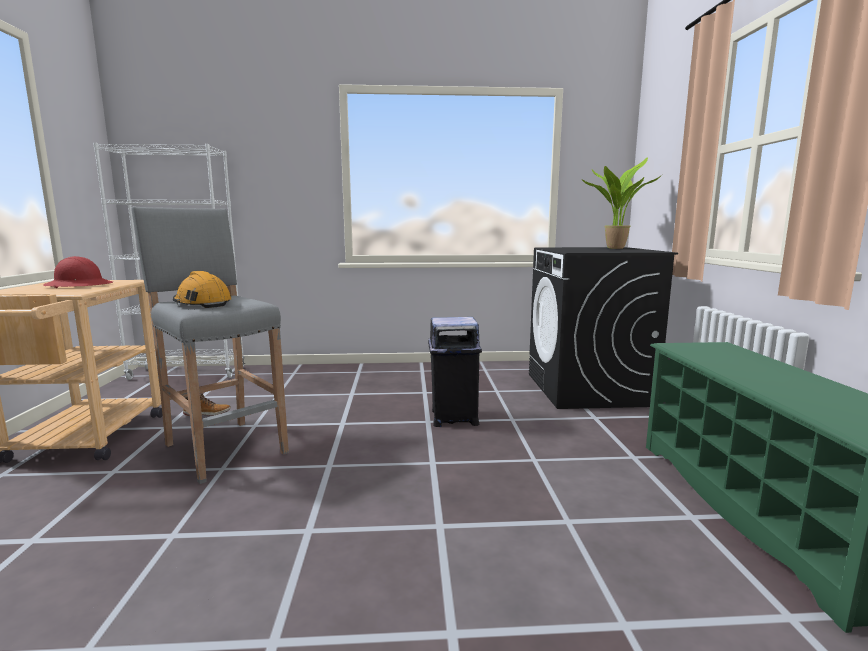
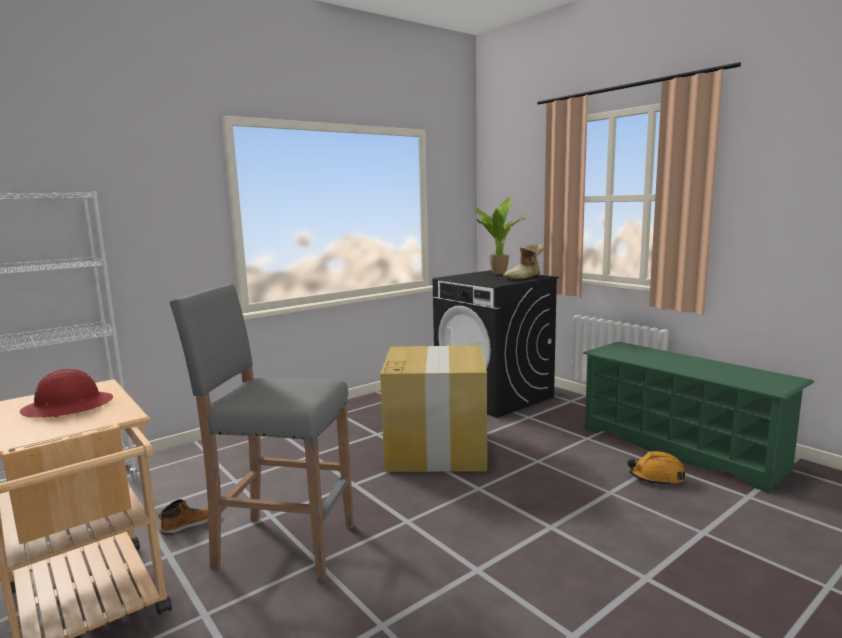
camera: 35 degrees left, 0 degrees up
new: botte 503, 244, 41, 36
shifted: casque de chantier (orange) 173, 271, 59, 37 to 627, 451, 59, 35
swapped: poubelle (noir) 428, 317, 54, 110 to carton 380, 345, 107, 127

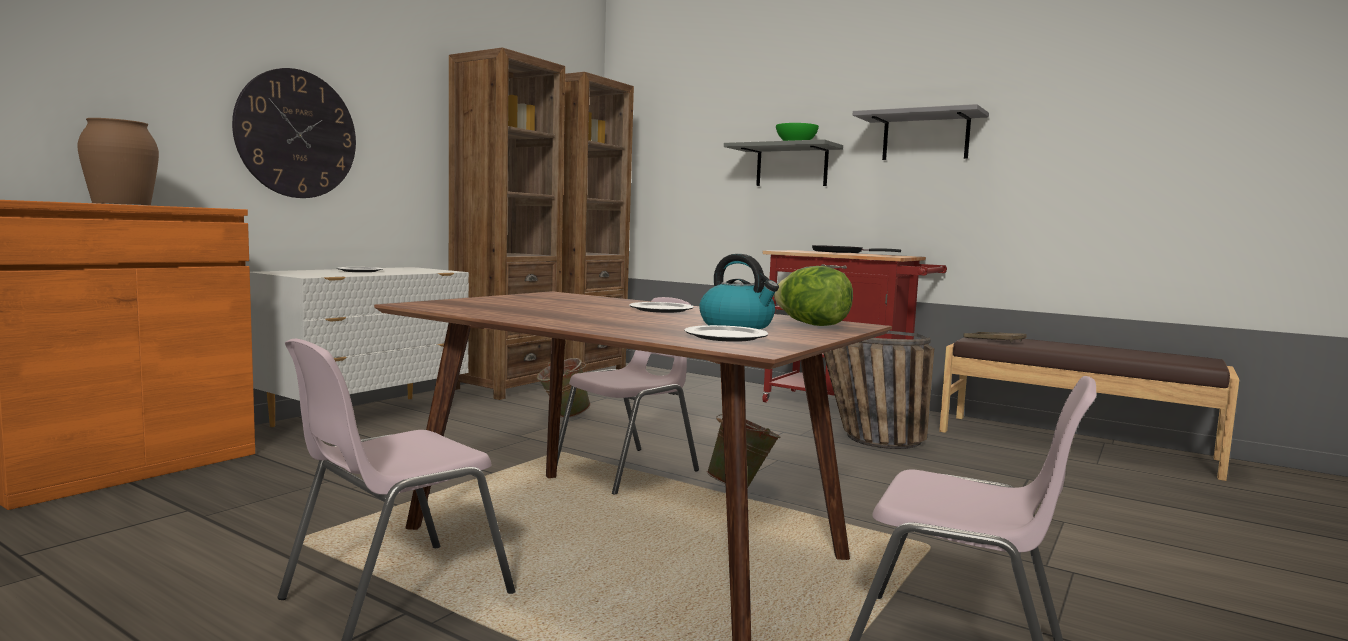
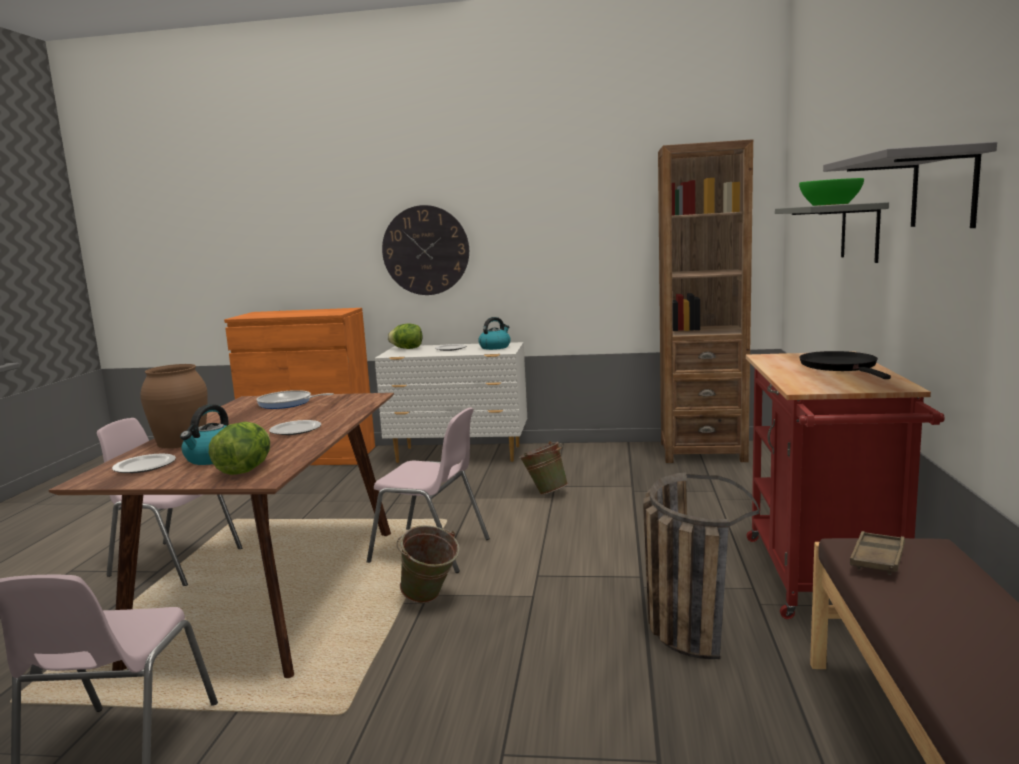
camera: 65 degrees right, 5 degrees up
gone: bibliothèque (marron) 449, 48, 116, 352
new: poêle 256, 390, 78, 19; laitue 388, 323, 34, 26; bouilloire 478, 317, 33, 33
shifted: vase (marron) 77, 118, 82, 87 to 140, 364, 68, 84

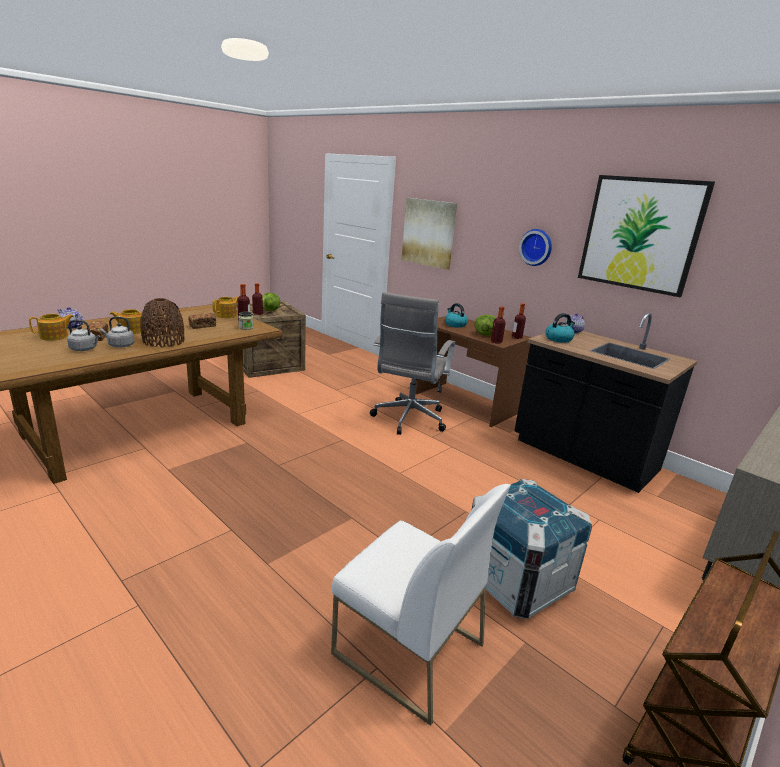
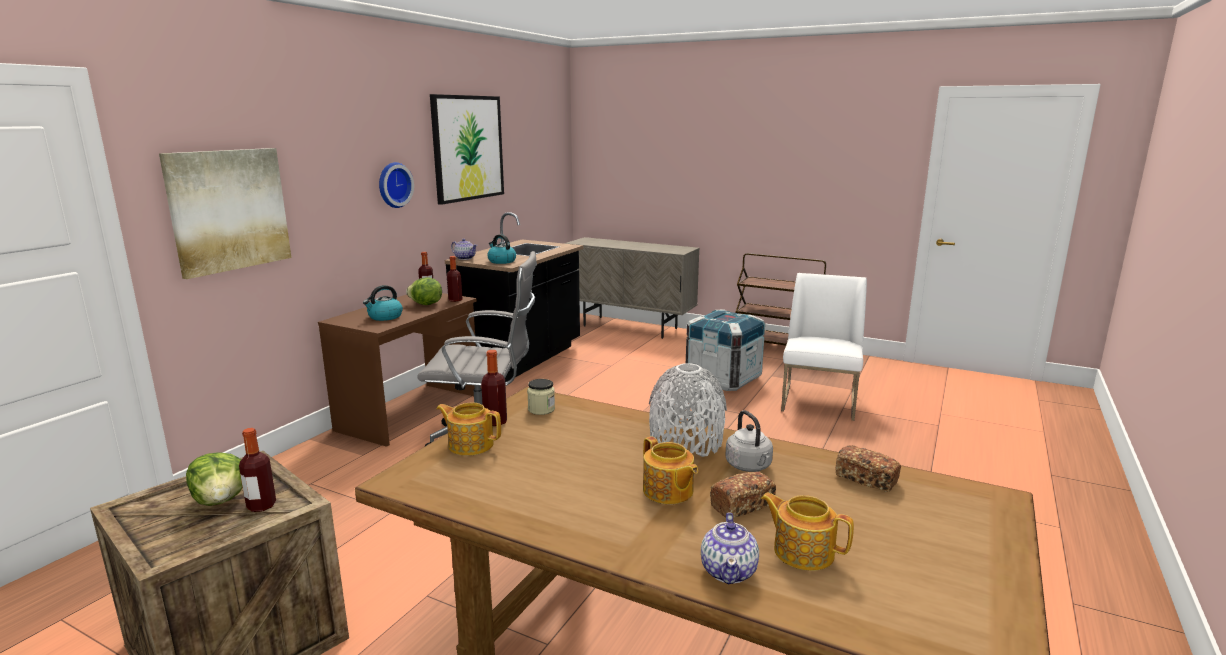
camera: 105 degrees left, 5 degrees down
gone: bouilloire (gris) 67, 320, 33, 31
shifted: pain 189, 312, 27, 17 to 835, 445, 66, 47
repainted: vase (marron) 140, 298, 45, 50 to vase (gris) 649, 363, 78, 94

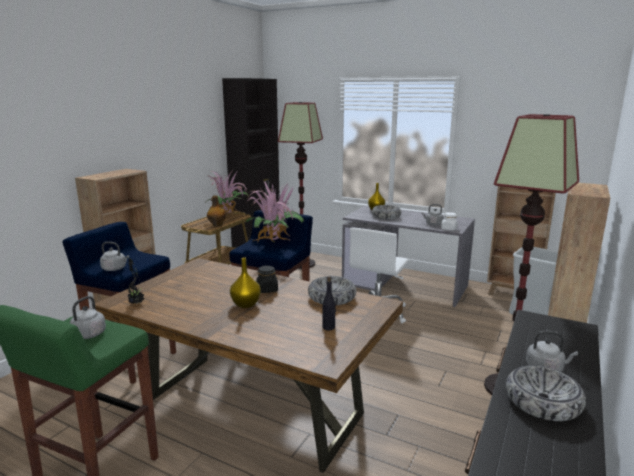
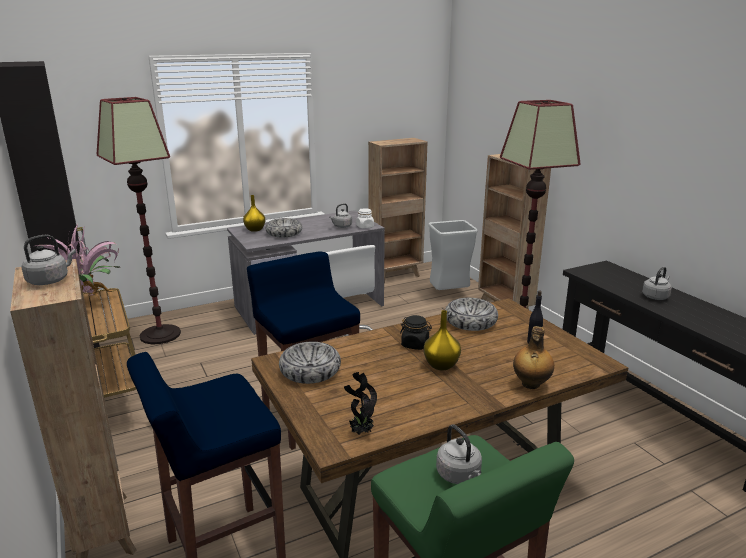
camera: 55 degrees left, 5 degrees up
gone: plante en pot 245, 181, 59, 63
shifted: bouilloire (gris) 100, 242, 29, 29 to 22, 234, 54, 51; bouteille 207, 196, 19, 31 to 513, 326, 41, 63; bol 506, 365, 80, 56 to 279, 342, 62, 42

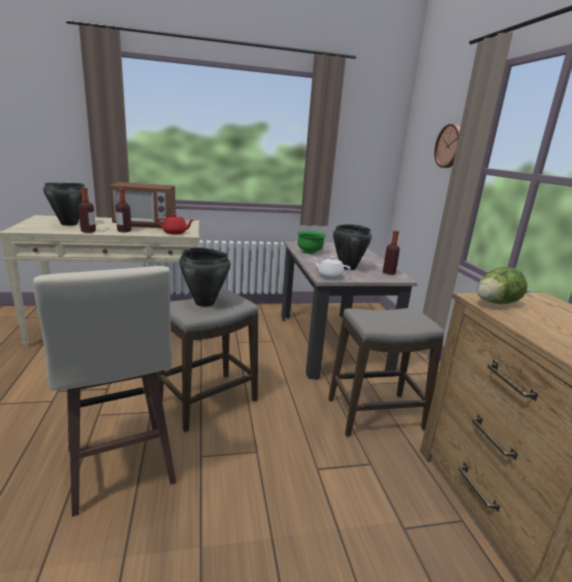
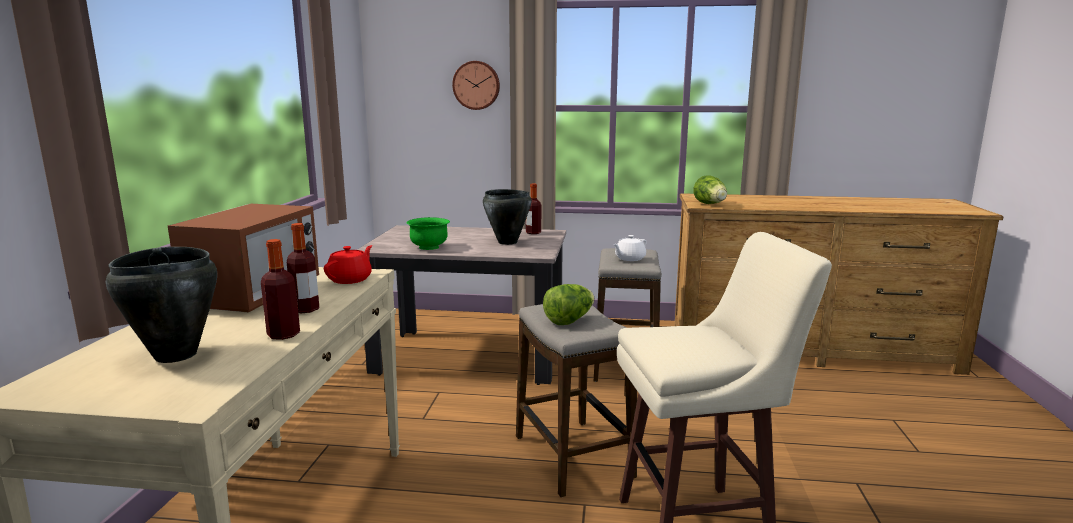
camera: 70 degrees left, 5 degrees down
shifted: théière (blanc) 313, 256, 38, 23 to 613, 235, 33, 26
swapped: marmite (noir) 179, 247, 52, 60 to laitue 543, 284, 51, 41

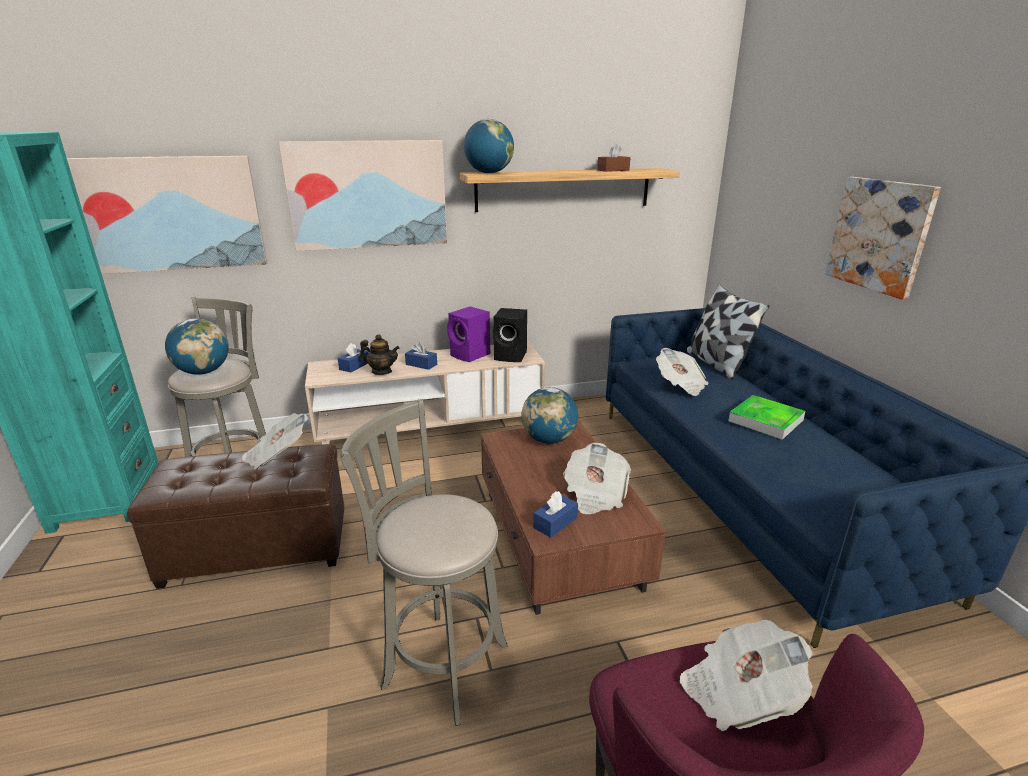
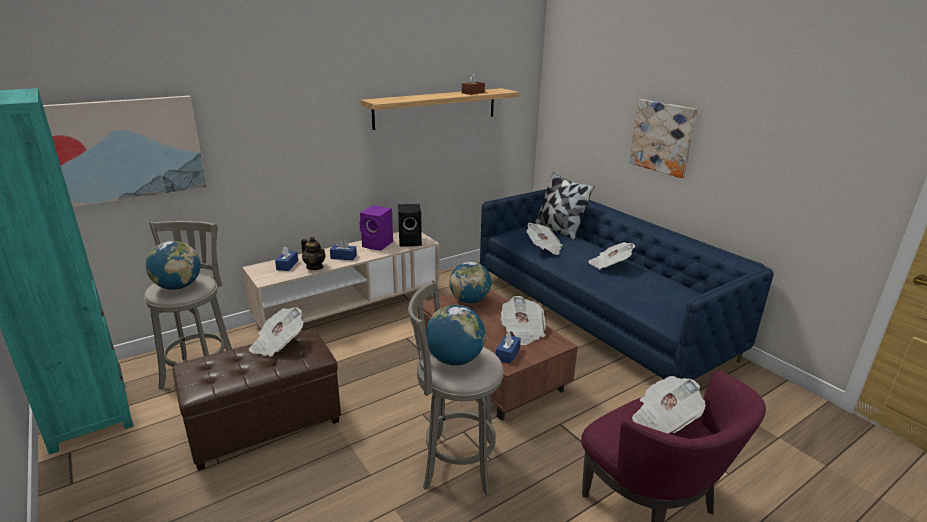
camera: 20 degrees left, 0 degrees up
gone: tableau 279, 140, 168, 111
shifted: globe 464, 119, 50, 55 to 426, 305, 60, 60
swapped: plateau 728, 395, 78, 45 to journal 588, 242, 47, 27
rotated: théière 360, 334, 39, 41 = 301, 237, 25, 33 45 degrees clockwise

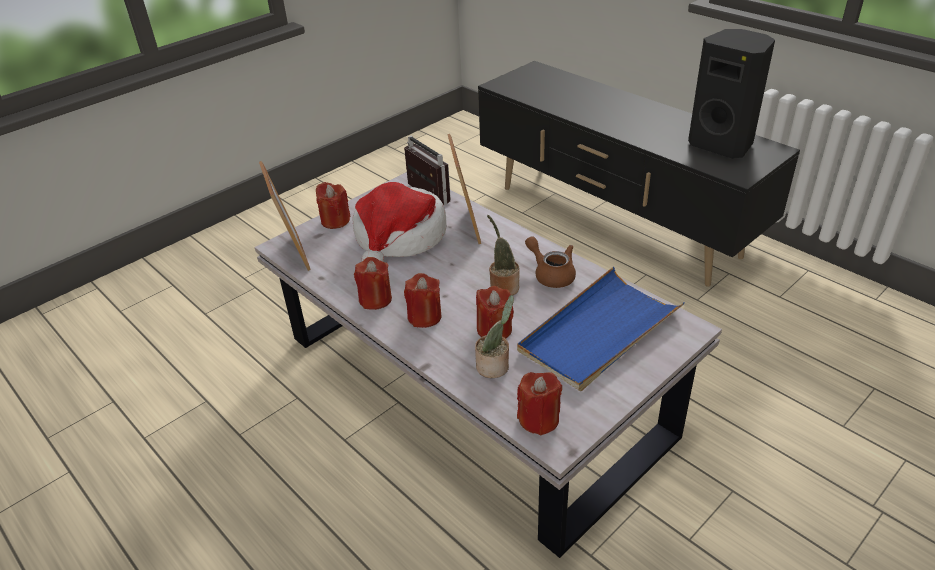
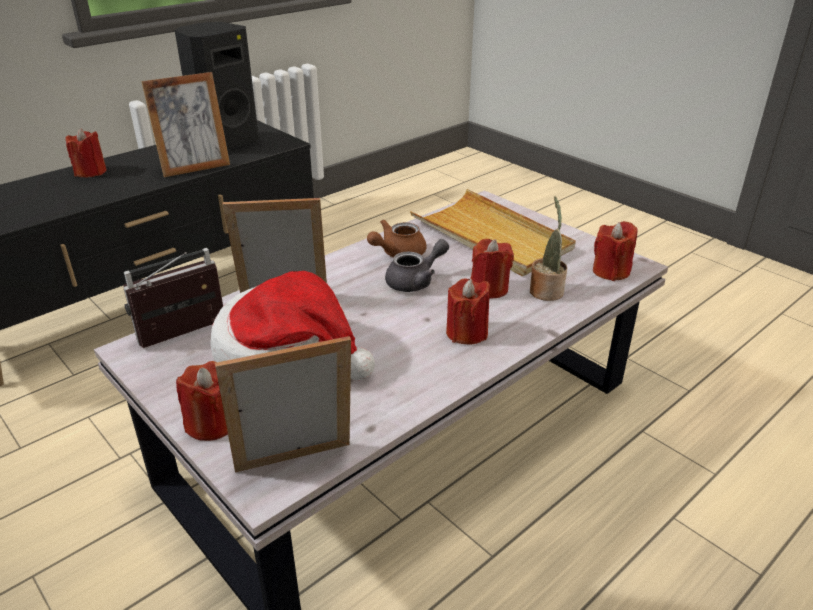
camera: 90 degrees left, 5 degrees down
new: cadre photo 141, 72, 89, 105
shifted: bougie (rouge) 354, 257, 38, 53 to 65, 128, 42, 49
swapped: plante en pot 487, 215, 33, 80 to théière (gris) 385, 239, 64, 53
repainted: plateau (bleu) 517, 267, 167, 124 to plateau (beige) 410, 189, 166, 87

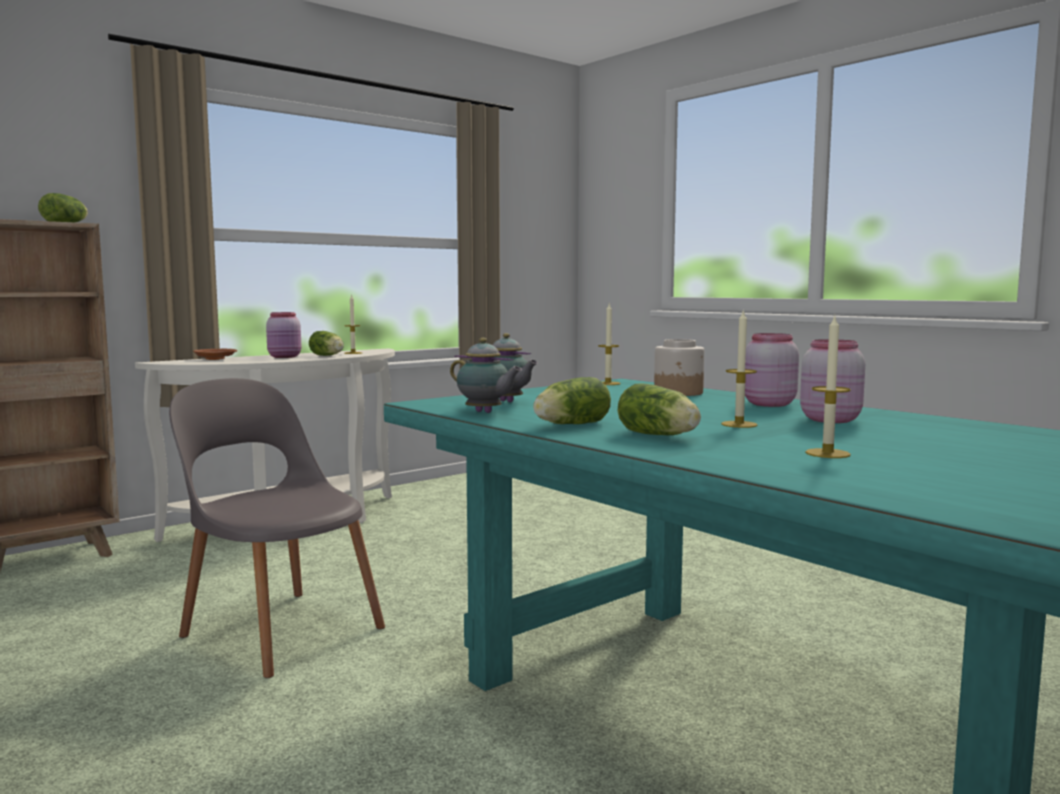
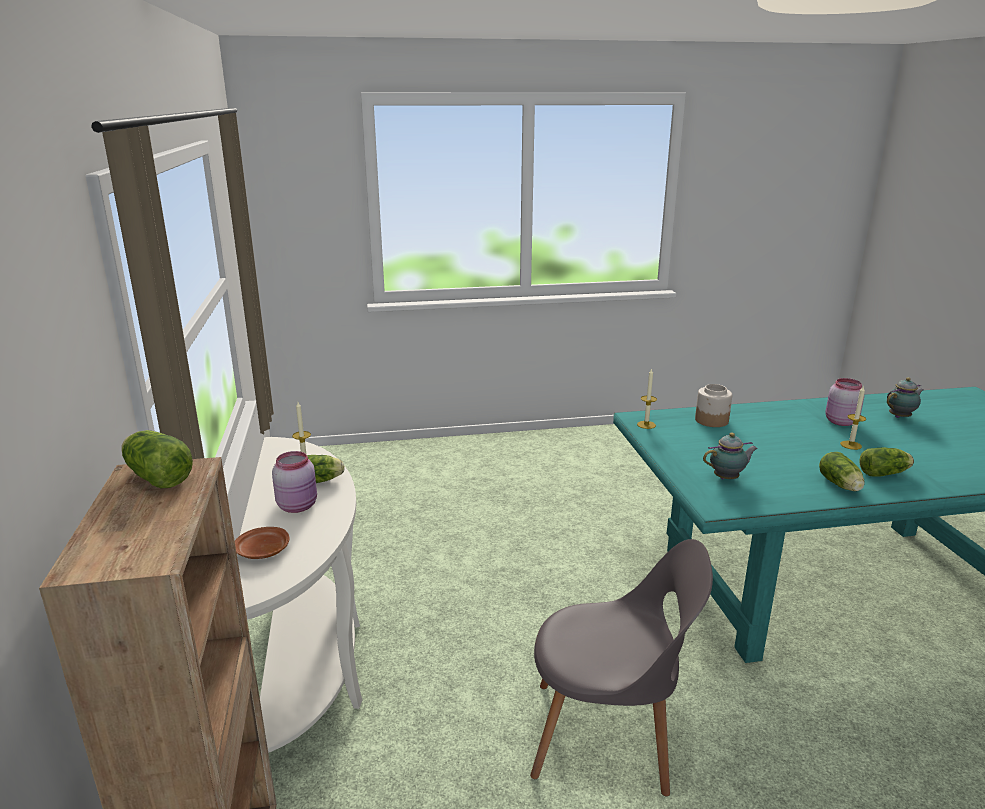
camera: 60 degrees left, 15 degrees up
gone: bocal (rose) 745, 333, 54, 74; bougie 805, 315, 46, 143
shifted: théière 450, 338, 72, 75 to 887, 377, 37, 41
rotated: chaise (gris) 169, 378, 216, 300 = 530, 539, 183, 257 150 degrees counterclockwise

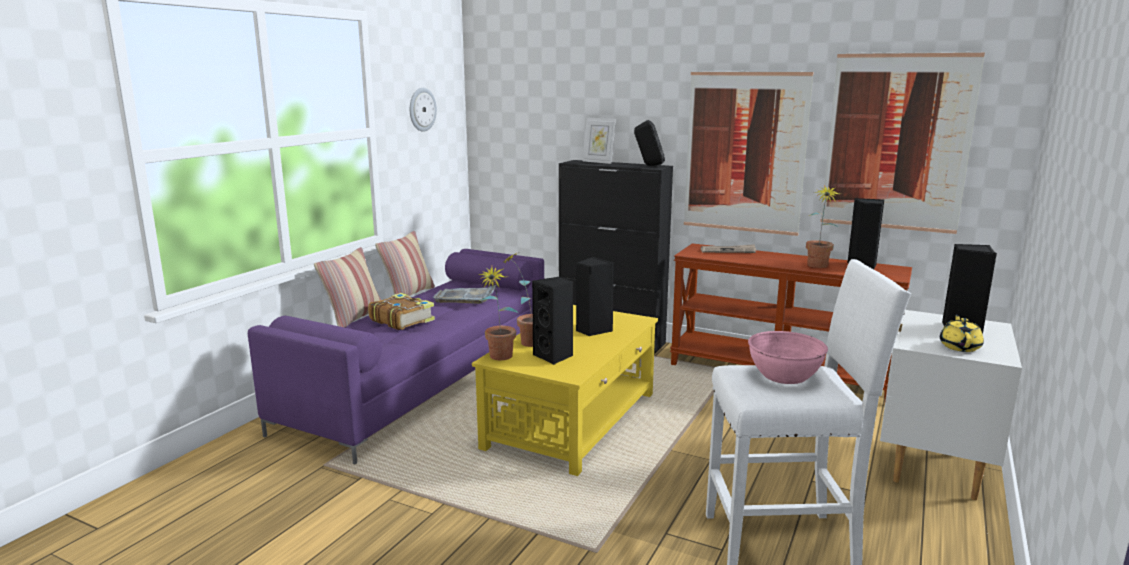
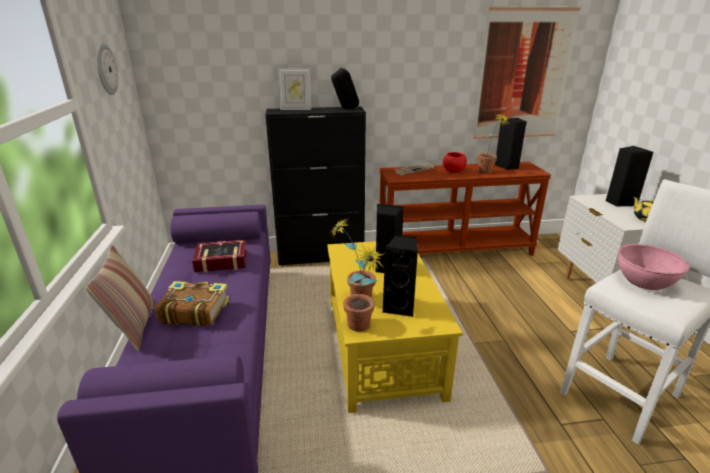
camera: 35 degrees left, 10 degrees up
gone: coussin 375, 231, 60, 65; tableau 684, 72, 130, 164
new: bol (rouge) 443, 152, 24, 21
swapped: plateau (gris) 433, 285, 62, 19 to livre 192, 240, 55, 33

